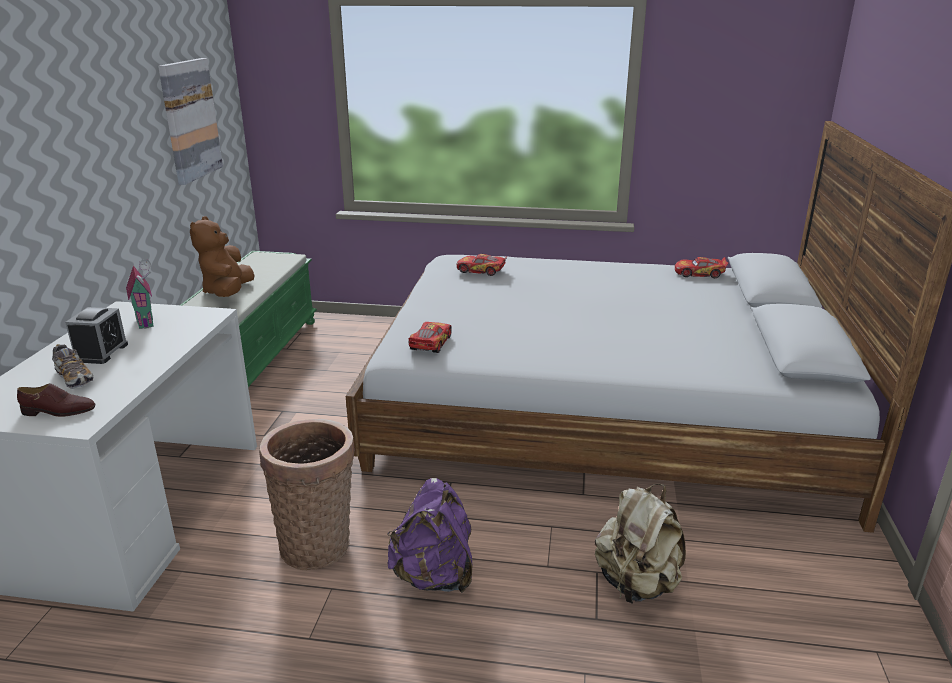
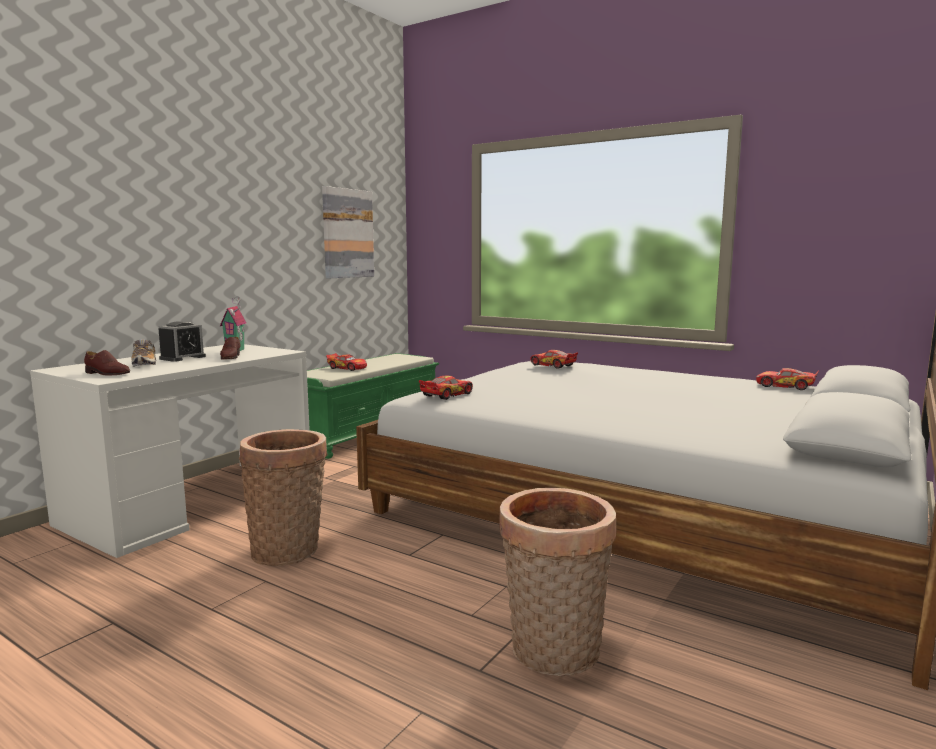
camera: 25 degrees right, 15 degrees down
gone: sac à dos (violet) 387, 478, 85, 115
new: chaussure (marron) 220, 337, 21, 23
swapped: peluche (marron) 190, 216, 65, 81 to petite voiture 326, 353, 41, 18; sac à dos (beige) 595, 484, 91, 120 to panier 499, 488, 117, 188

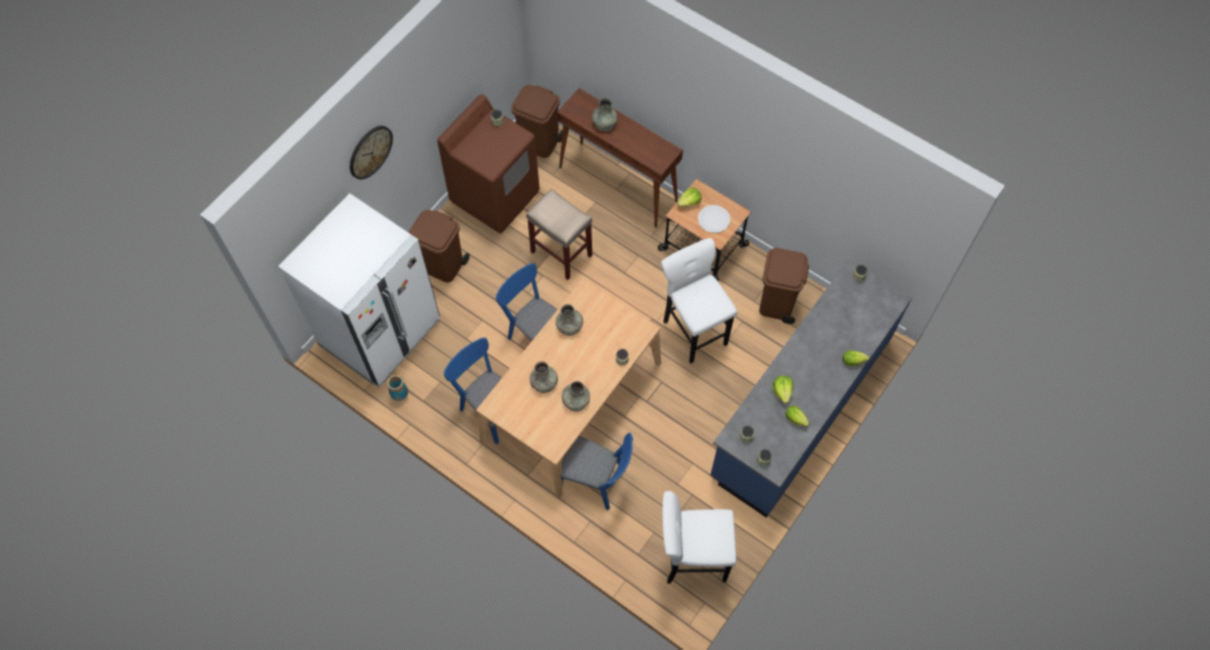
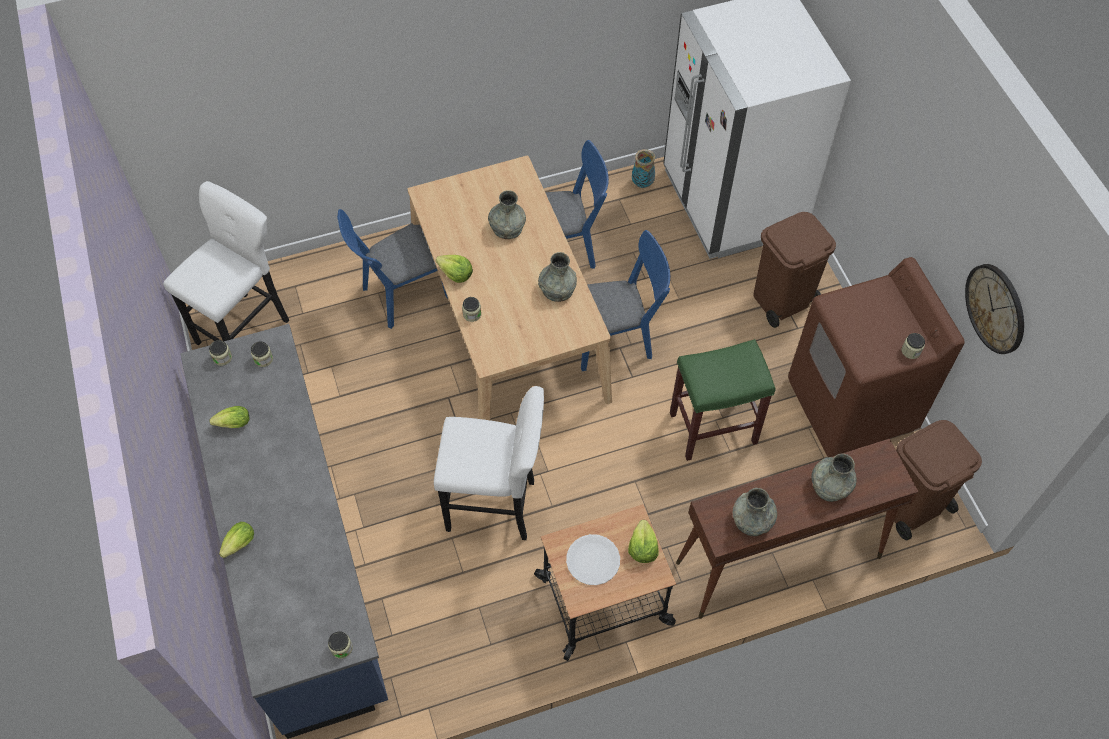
camera: 125 degrees right, 5 degrees down
gone: poubelle (marron) 759, 248, 50, 76
shifted: horloge murale 350, 126, 43, 54 to 965, 264, 59, 90; vase (gris) 562, 381, 28, 30 to 733, 488, 44, 48; laitue 772, 376, 21, 28 to 436, 255, 37, 28
repainted: tabouret (beige) 526, 189, 66, 91 to tabouret (vert) 670, 339, 105, 122

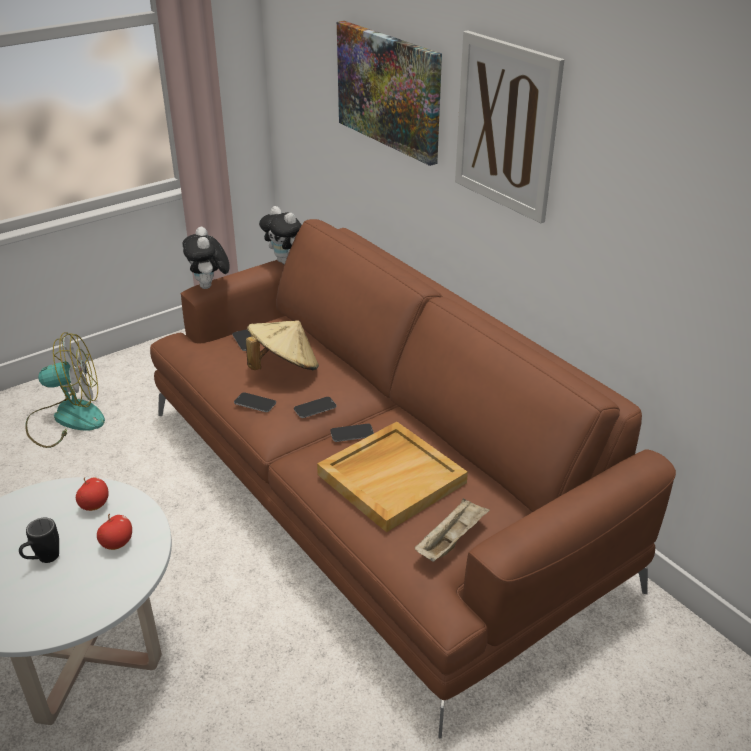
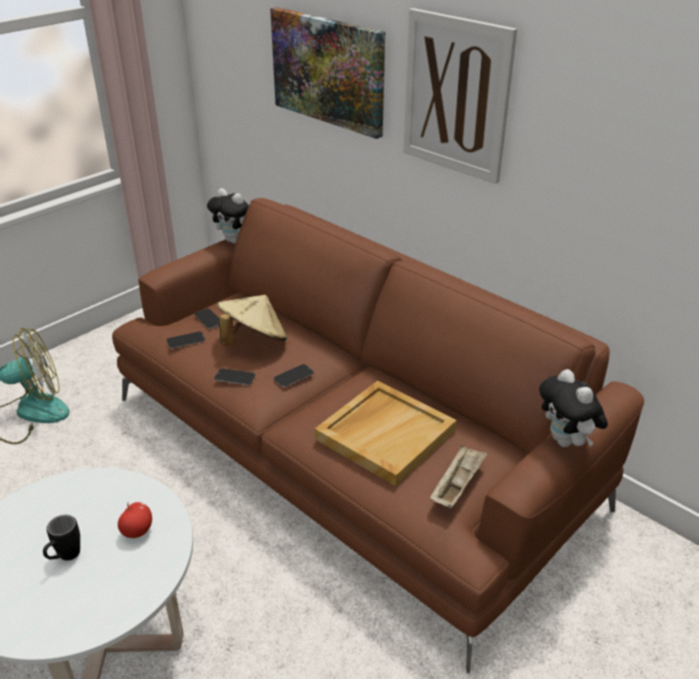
camera: 10 degrees left, 0 degrees up
gone: pomme 76, 477, 33, 34
shifted: peluche 182, 227, 48, 62 to 539, 369, 69, 78; téléphone 330, 424, 44, 18 to 167, 331, 38, 18

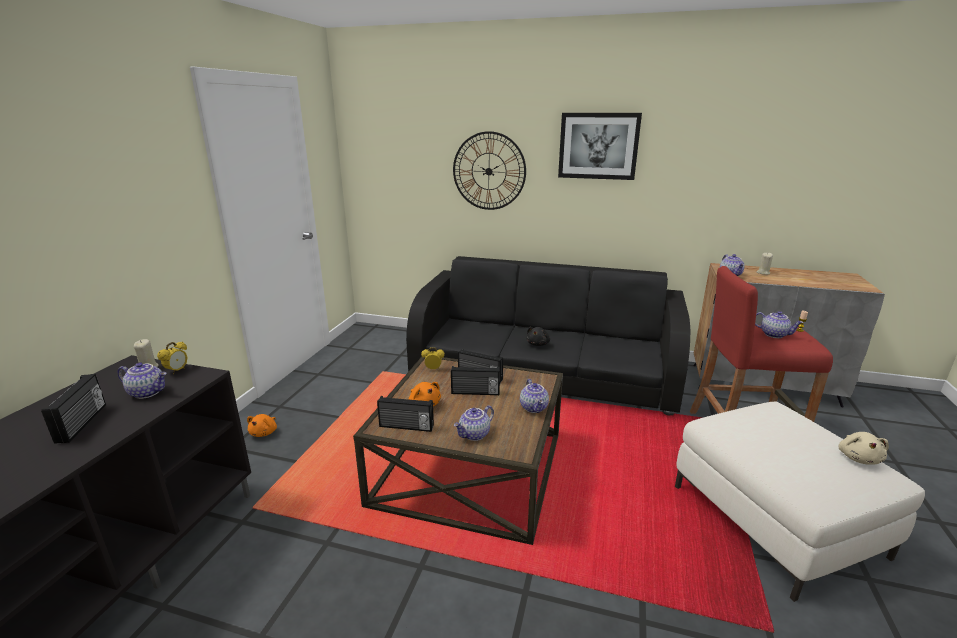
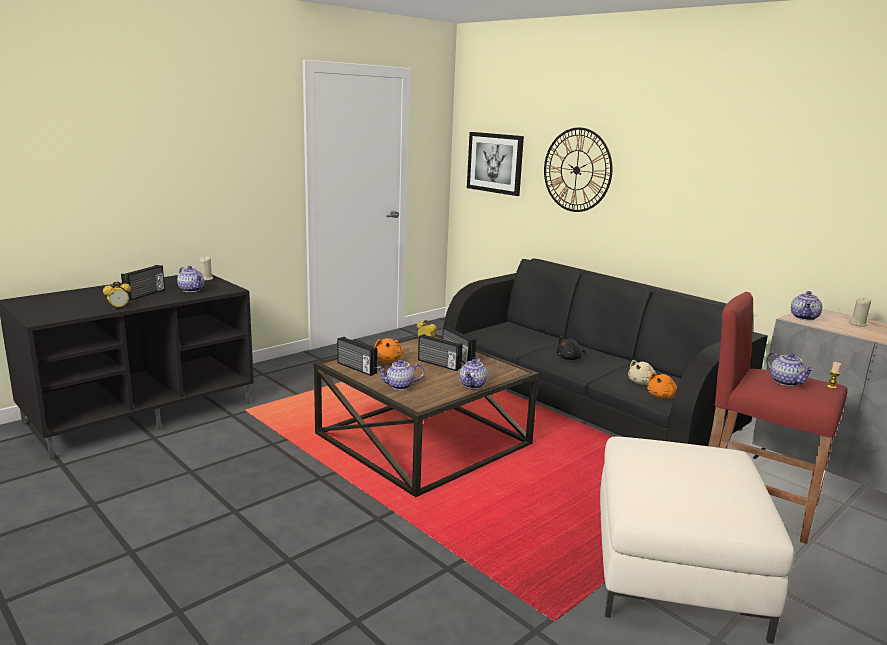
camera: 30 degrees right, 5 degrees down
shifted: réveil 157, 342, 31, 32 to 103, 281, 28, 29; peluche (orange) 247, 414, 30, 23 to 647, 372, 30, 27; tableau 558, 113, 84, 67 to 467, 132, 57, 64; peluche (beige) 839, 432, 50, 33 to 628, 360, 28, 25

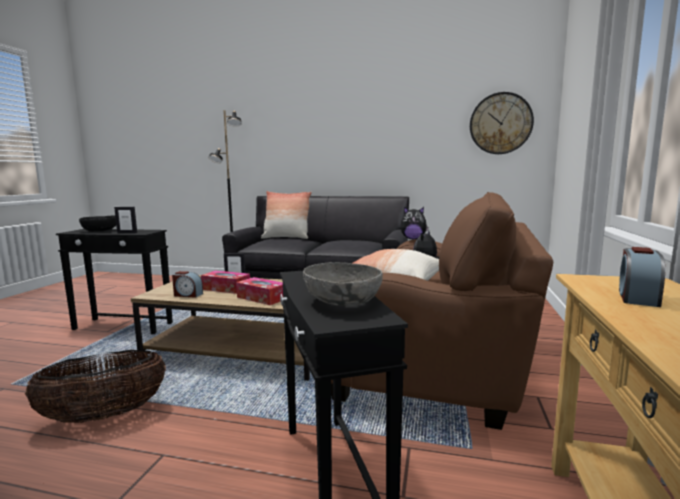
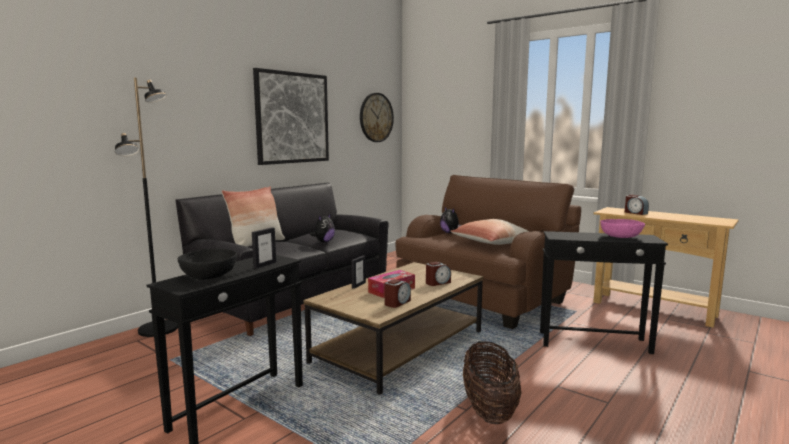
camera: 65 degrees left, 0 degrees up
new: tableau 253, 68, 76, 97
shifted: peluche 400, 207, 28, 33 to 310, 213, 25, 29
swapped: boîte à mouchoirs 236, 277, 47, 28 to réveil 426, 262, 25, 24
repainted: bol (gris) 303, 262, 80, 44 to bol (rose) 600, 219, 45, 19

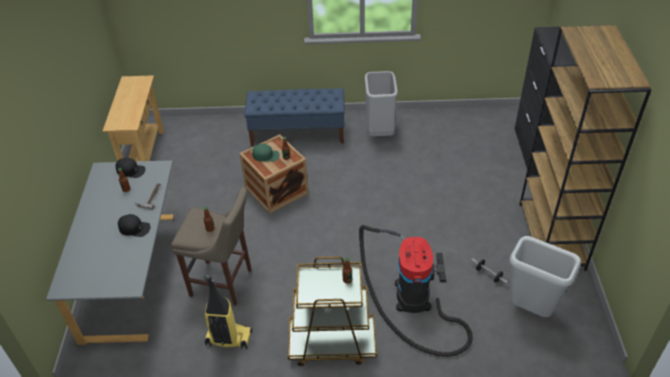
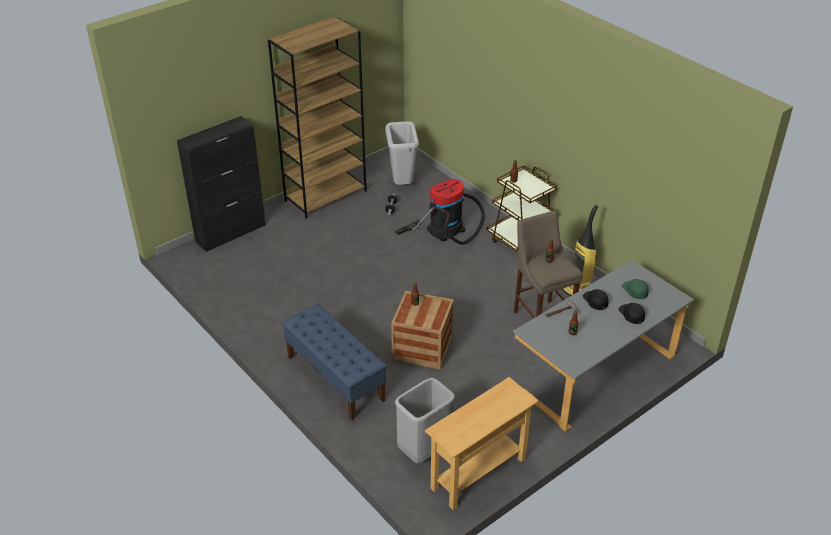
camera: 130 degrees left, 5 degrees down
shifted: casquette (noir) 115, 158, 30, 20 to 618, 303, 27, 21; casquette (vert) 252, 144, 28, 18 to 622, 279, 27, 20; poubelle (gris) 365, 71, 33, 65 to 395, 378, 60, 85

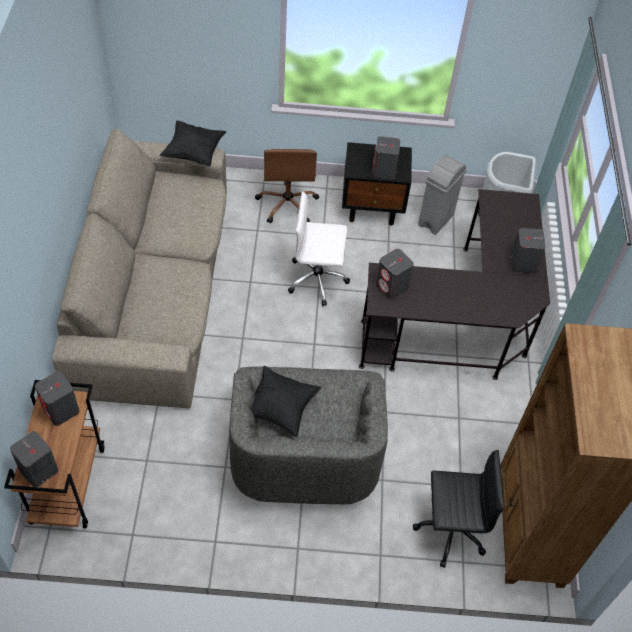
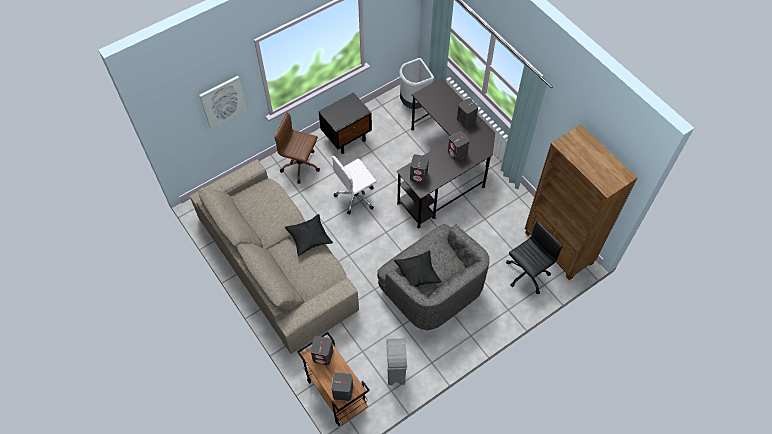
camera: 35 degrees left, 5 degrees up
new: tableau 199, 76, 48, 53
shifted: coussin (noir) 160, 121, 66, 46 to 284, 214, 49, 42; enceinte (gris) 372, 136, 28, 43 to 448, 131, 22, 30; poubelle (gris) 418, 155, 49, 80 to 386, 338, 21, 47
rotated: chaise de bureau (marron) 255, 149, 64, 74 = 274, 112, 46, 72 150 degrees clockwise

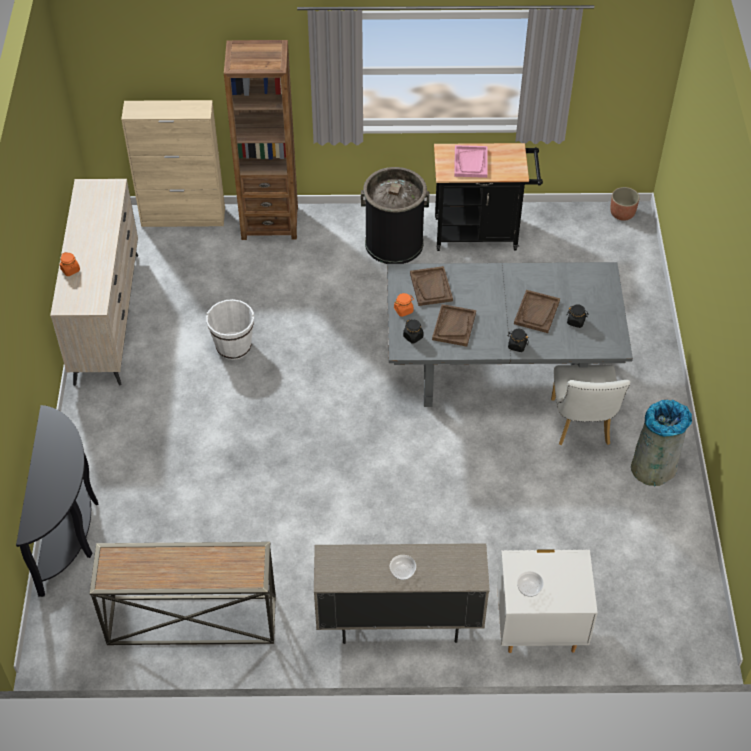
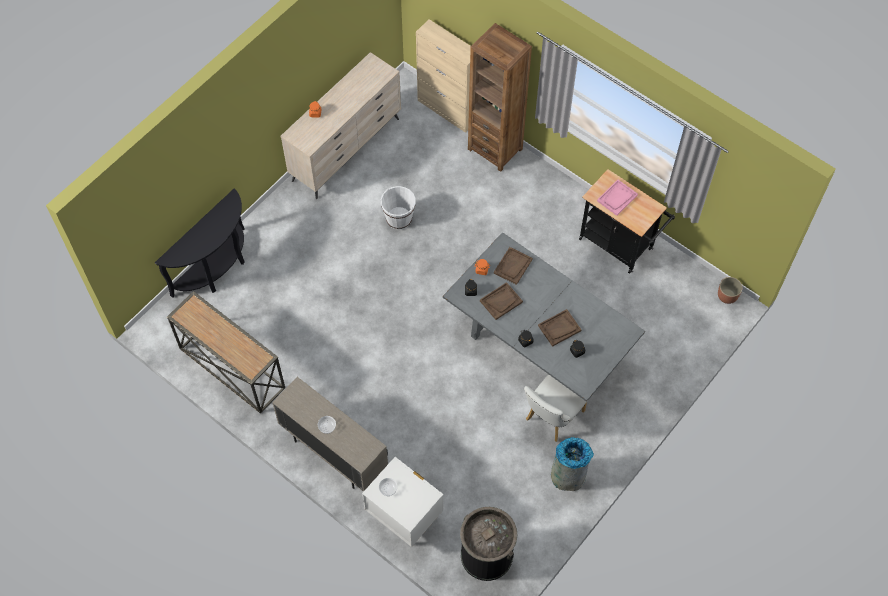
camera: 40 degrees right, 10 degrees up
shifted: poubelle (noir) 361, 167, 68, 97 to 460, 507, 57, 74

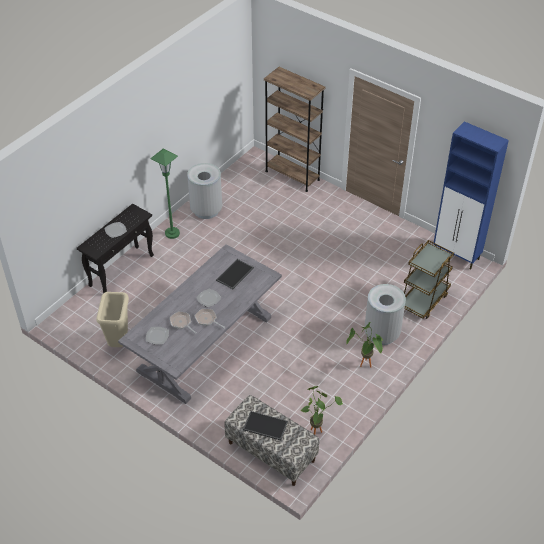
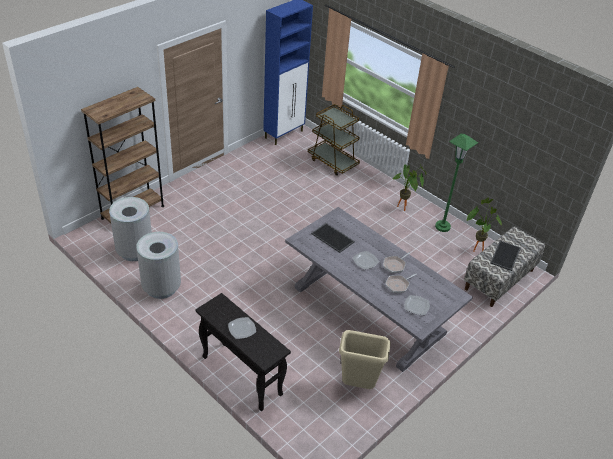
camera: 85 degrees left, 5 degrees down
shifted: lampadaire (vert) 150, 149, 30, 90 to 435, 134, 43, 98; poubelle (gris) 364, 284, 42, 61 to 109, 197, 43, 64

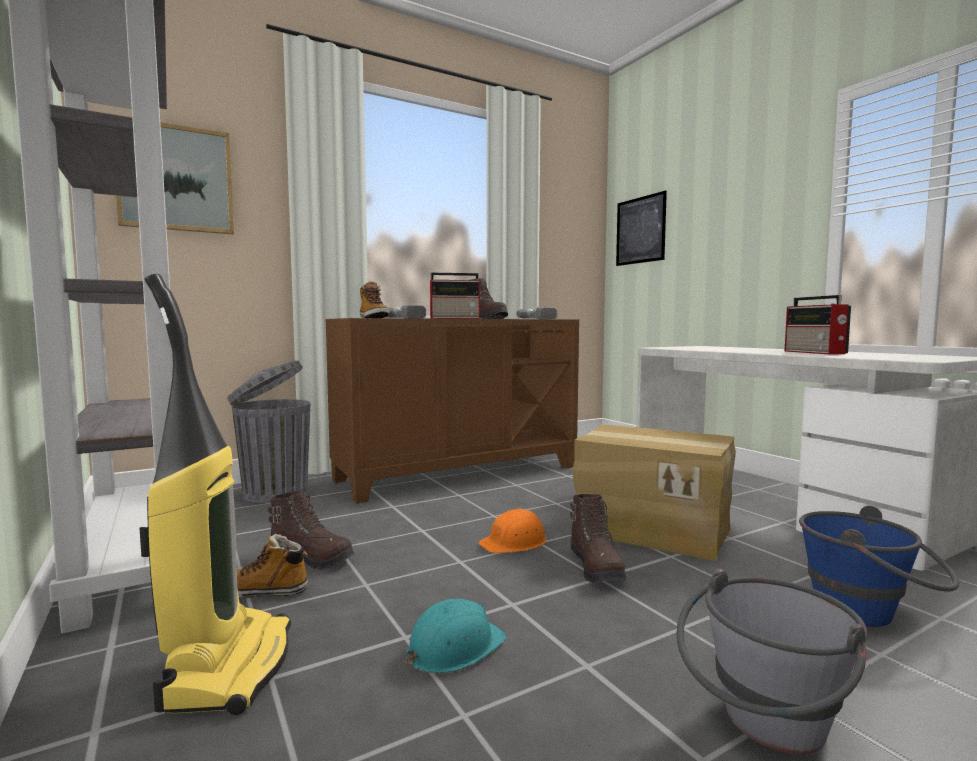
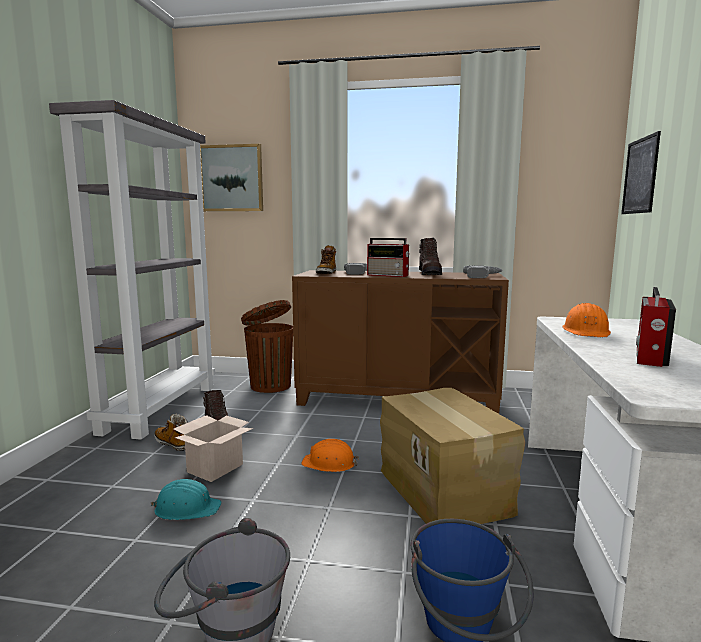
camera: 40 degrees right, 5 degrees up
gone: aspirateur 140, 274, 151, 441; botte (marron) 570, 494, 56, 89
new: carton 174, 415, 79, 67; casque de chantier (orange) 562, 303, 49, 34
repainted: poubelle (gris) 227, 360, 84, 143 to poubelle (marron) 241, 300, 52, 93

